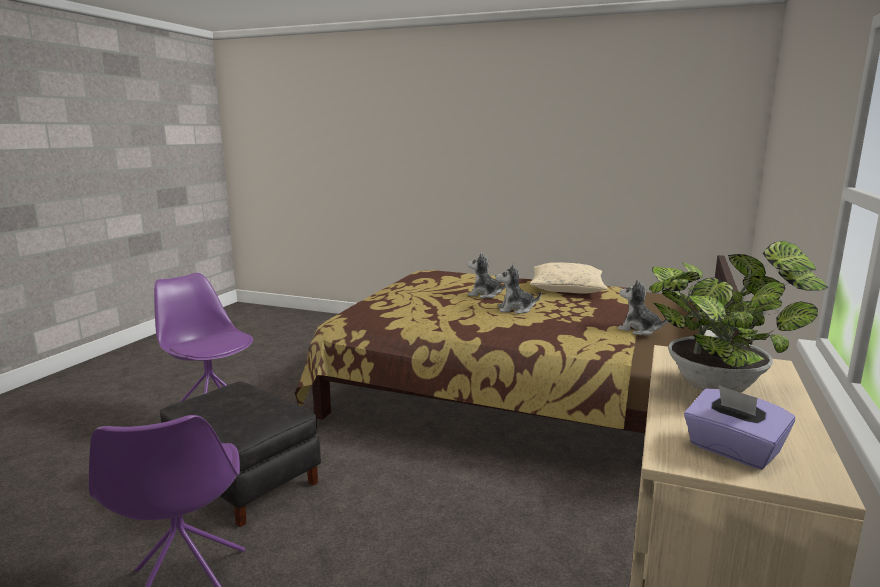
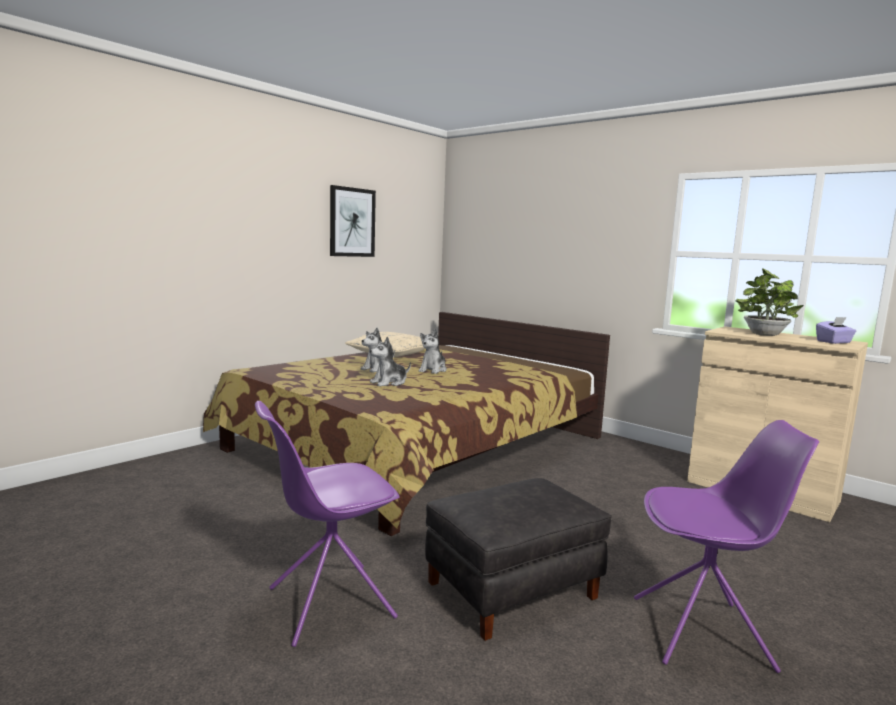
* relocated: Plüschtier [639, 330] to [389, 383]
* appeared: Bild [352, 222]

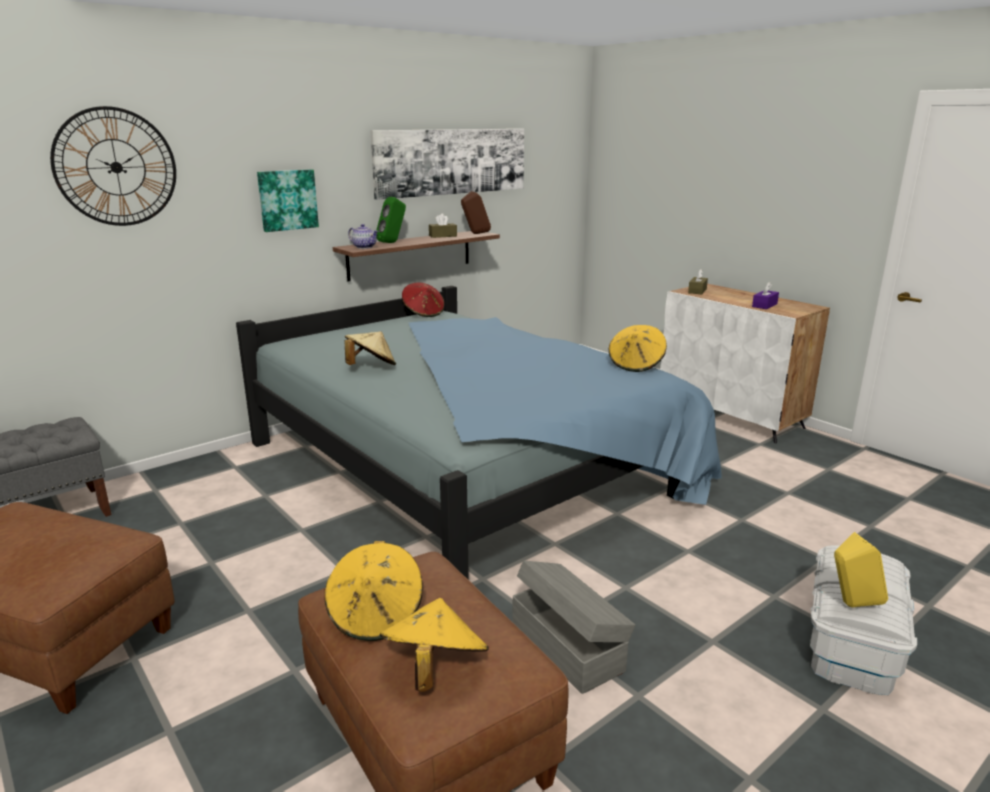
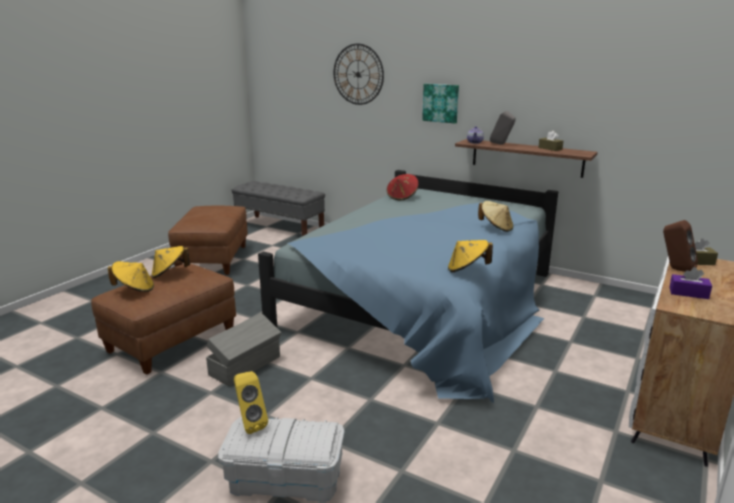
* relocated: Hut (beige) [371, 367] to [496, 228]
* missing: Bild [452, 161]
* colour: Lautsprecher (grün) [392, 242] to Lautsprecher (grau) [501, 144]
* relocated: Hut (rot) [423, 313] to [402, 197]
* relocated: Lautsprecher (braun) [475, 234] to [675, 269]

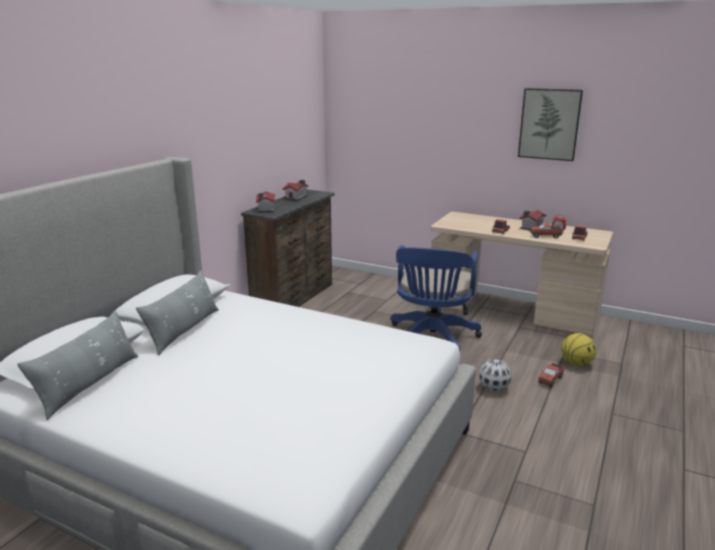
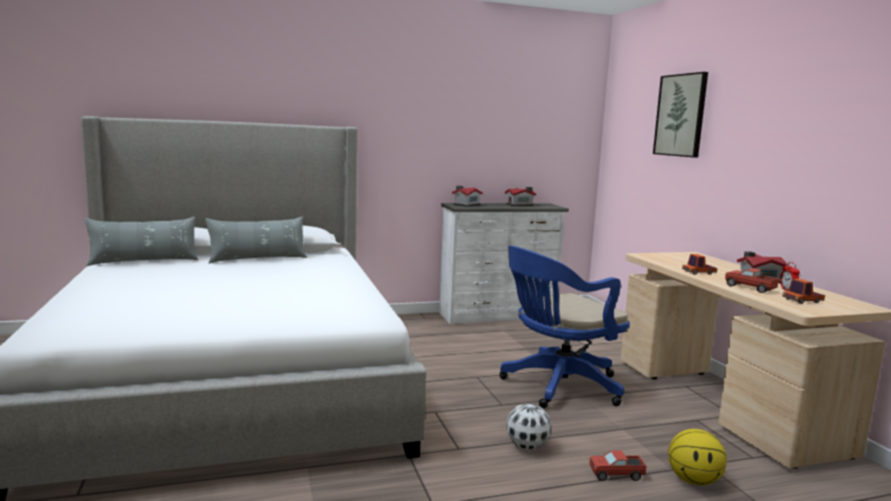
* colour: Kommode (braun) [295, 298] to Kommode (weiß) [499, 315]
* relocated: Bild [549, 124] to [681, 115]

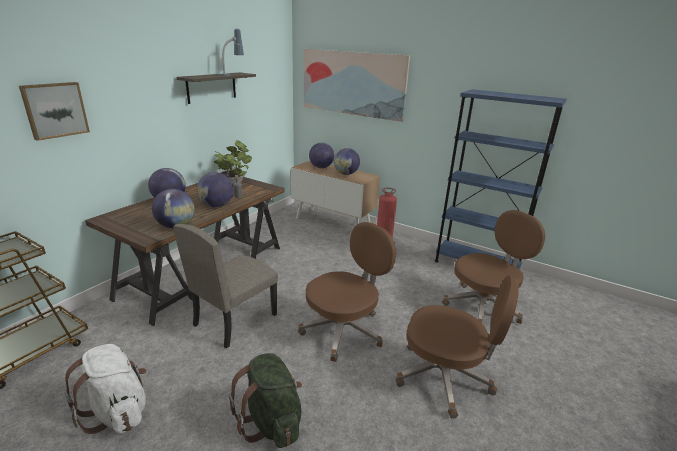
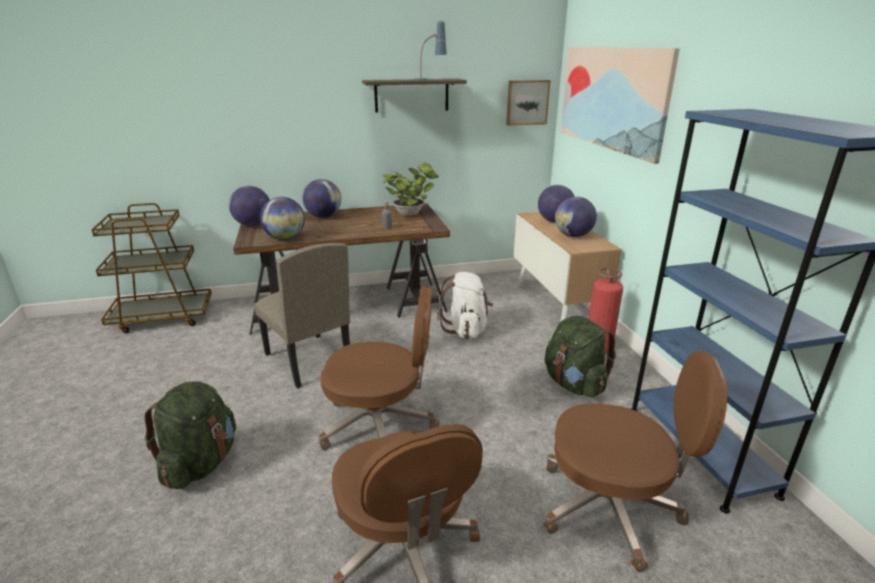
* relocated: Bild [55, 110] to [527, 102]
* relocated: Rucksack (weiß) [118, 411] to [466, 329]
* spun: Stuhl (beige) [235, 319] = [307, 360] 120 degrees counterclockwise
* relocated: Globus [217, 205] to [253, 225]
* appeared: Rucksack (grün) [574, 384]

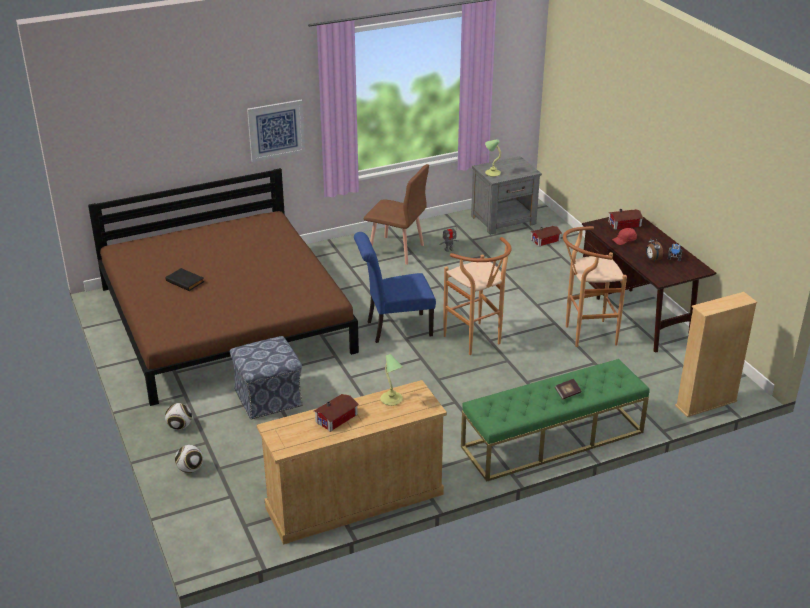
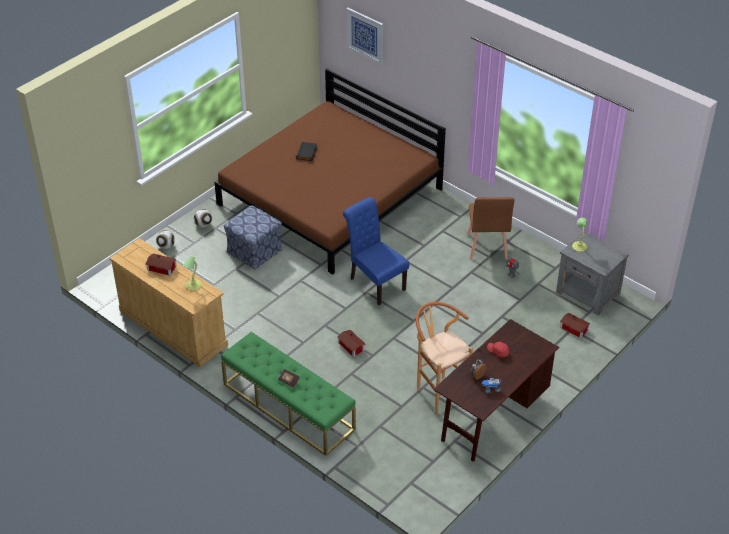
* relocated: Bild [276, 130] to [365, 35]
* missing: Hocker (braun) [476, 342]
* relocated: Spielzeughaus [625, 224] to [351, 347]
* missing: Bücherregal (beige) [706, 404]

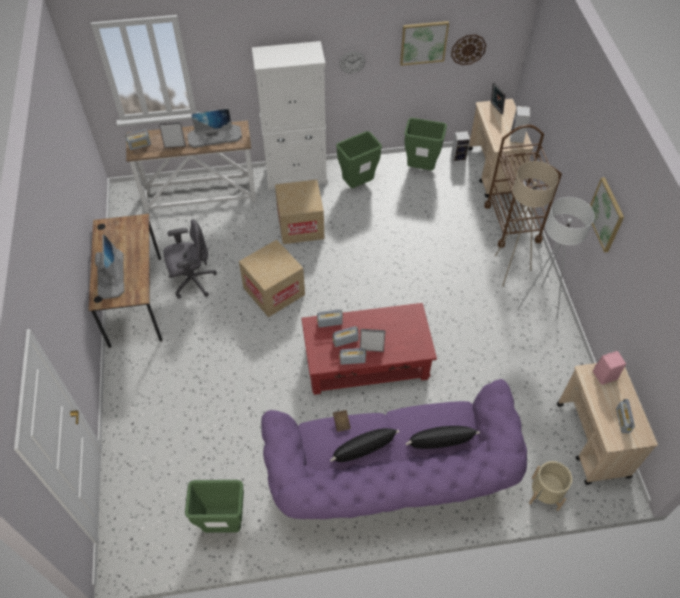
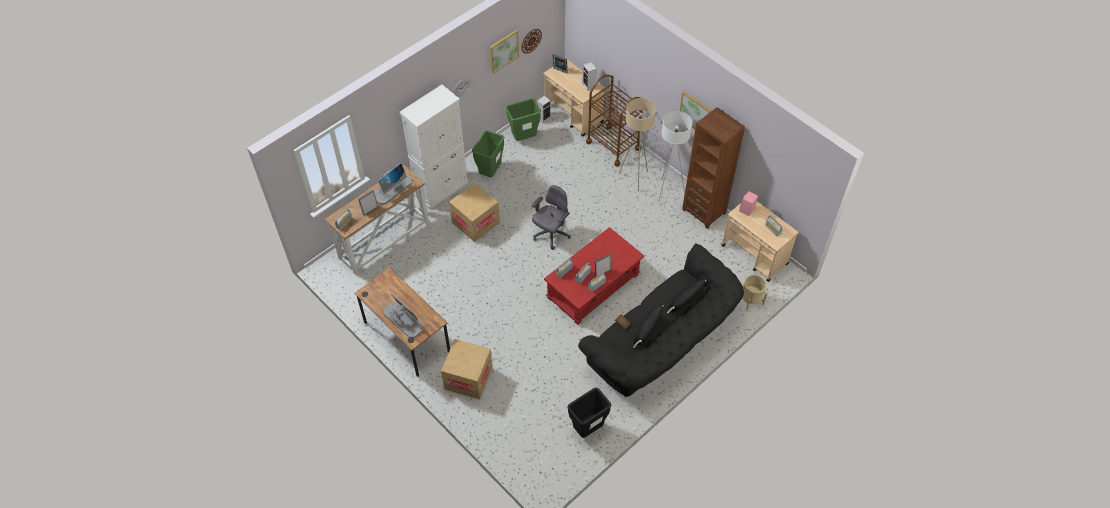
* relocated: Bürostuhl (grau) [192, 281] to [551, 234]
* colour: Mülleimer (grün) [223, 524] to Mülleimer (schwarz) [587, 429]
* relocated: Karton [274, 291] to [468, 378]
* colour: Sofa (lila) [391, 479] to Sofa (schwarz) [662, 344]
* appeared: Bücherregal (braun) [704, 211]

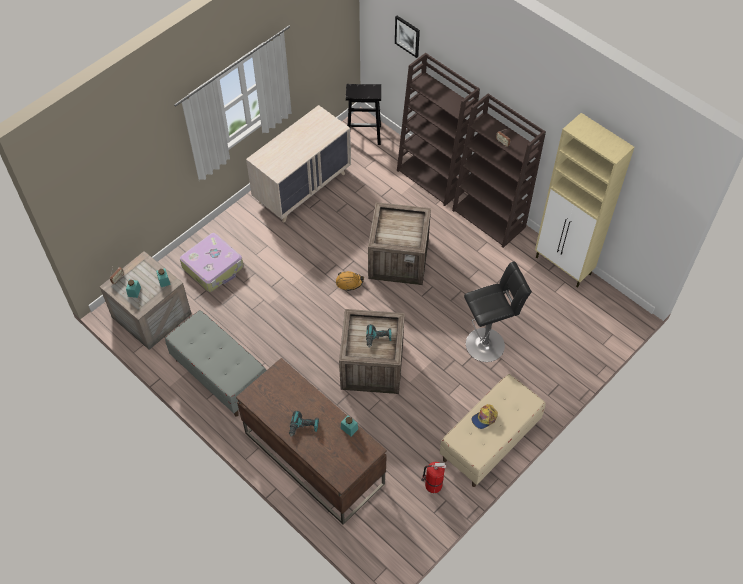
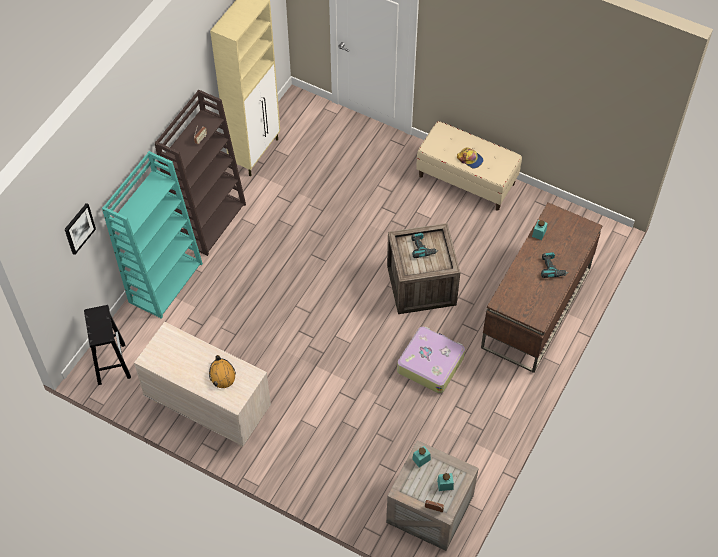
* missing: Bank (grau) [220, 375]
* relocated: Koffer [213, 267] to [430, 363]
* relocated: Schutzhelm (orange) [349, 282] to [222, 375]
* missing: Kiste [399, 259]
* colour: Bücherregal (braun) [433, 178] to Bücherregal (türkis) [165, 281]
* missing: Feuerlöscher [432, 485]
* missing: Hocker (schwarz) [488, 343]

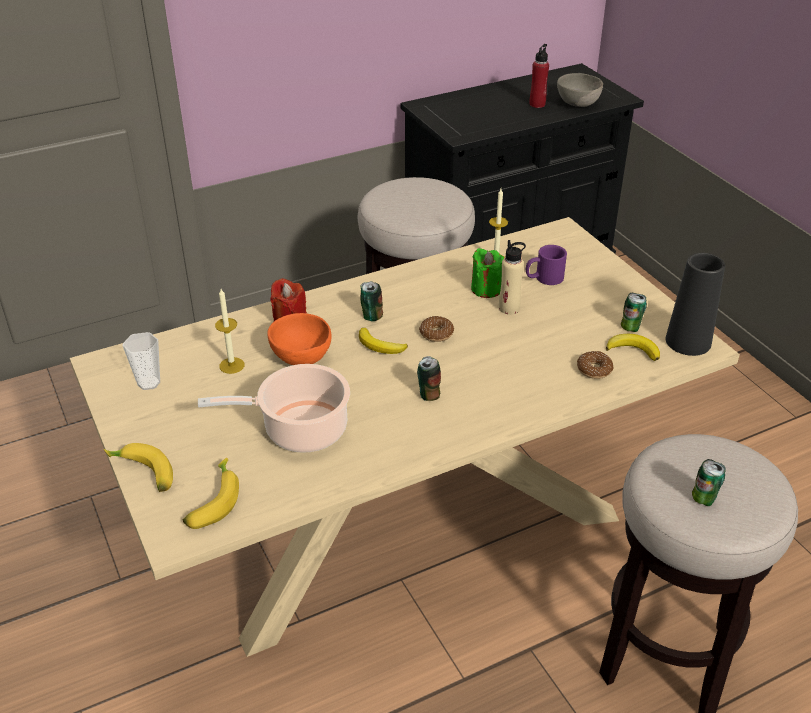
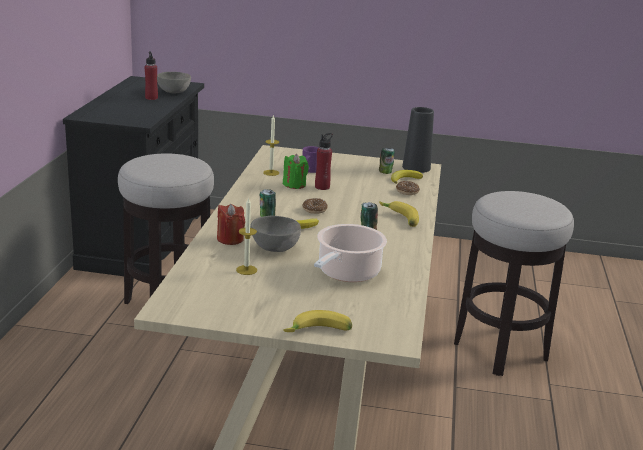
* missing: Tasse [149, 383]
* relocated: Banane [212, 502] to [399, 219]
* colour: Schüssel (orange) [301, 358] to Schüssel (grau) [275, 249]
* colour: Flasche (beige) [509, 308] to Flasche (rot) [322, 187]
* missing: Dose [703, 499]

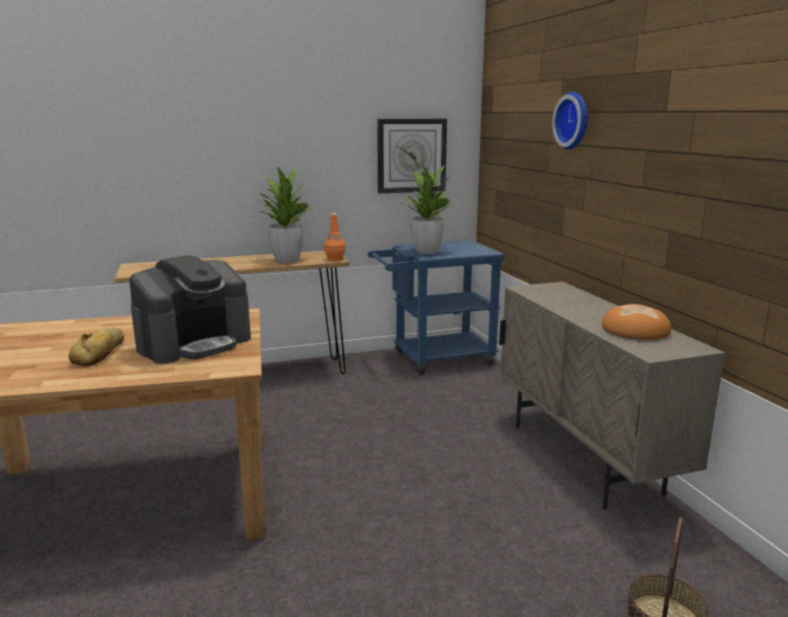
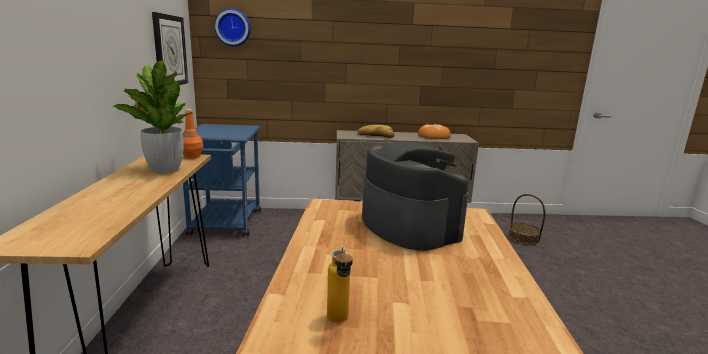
* relocated: Brot [101, 353] to [376, 136]
* missing: Topfpflanze [427, 252]
* relocated: Wanduhr [574, 121] to [233, 27]
* appeared: Flasche [339, 322]

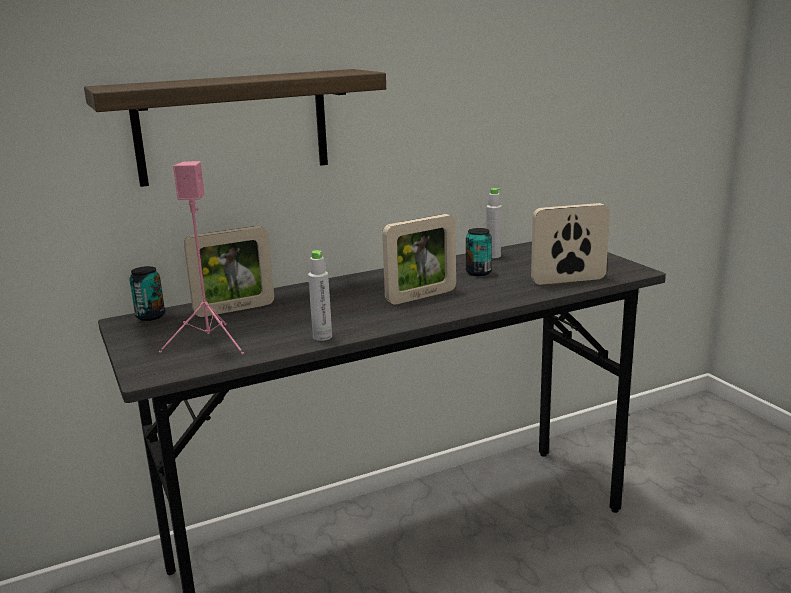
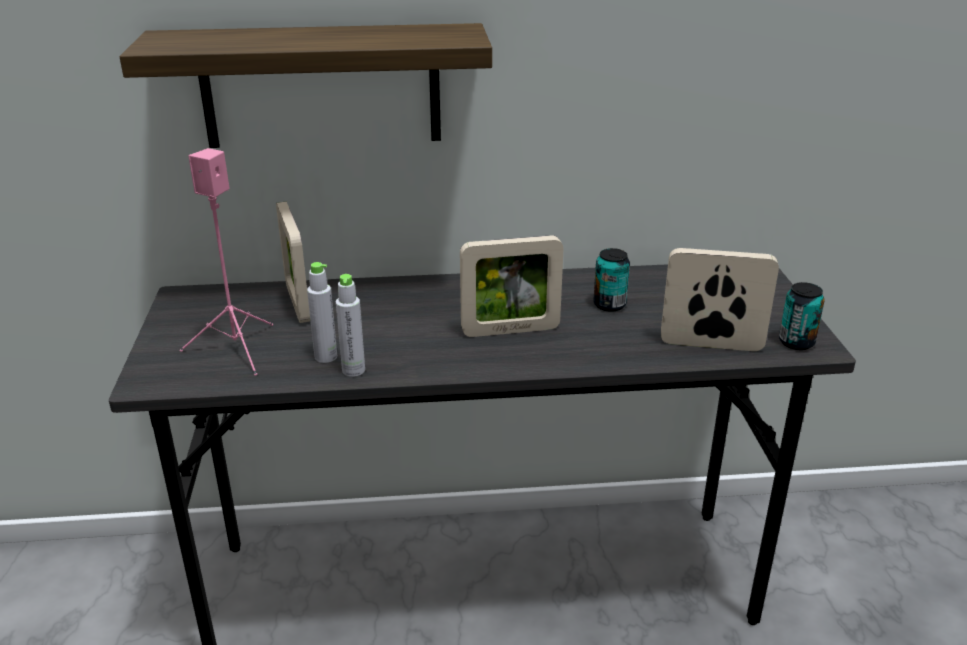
* relocated: Dose [150, 316] to [796, 342]
* spun: Bilderrahmen [234, 309] = [297, 303] 75 degrees clockwise
* relocated: Flasche (grau) [493, 256] to [326, 357]

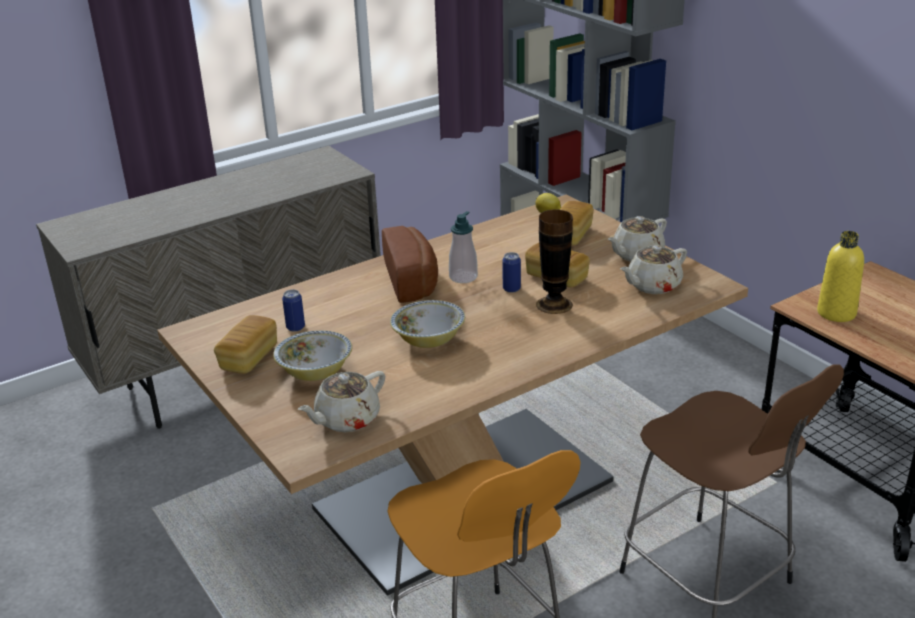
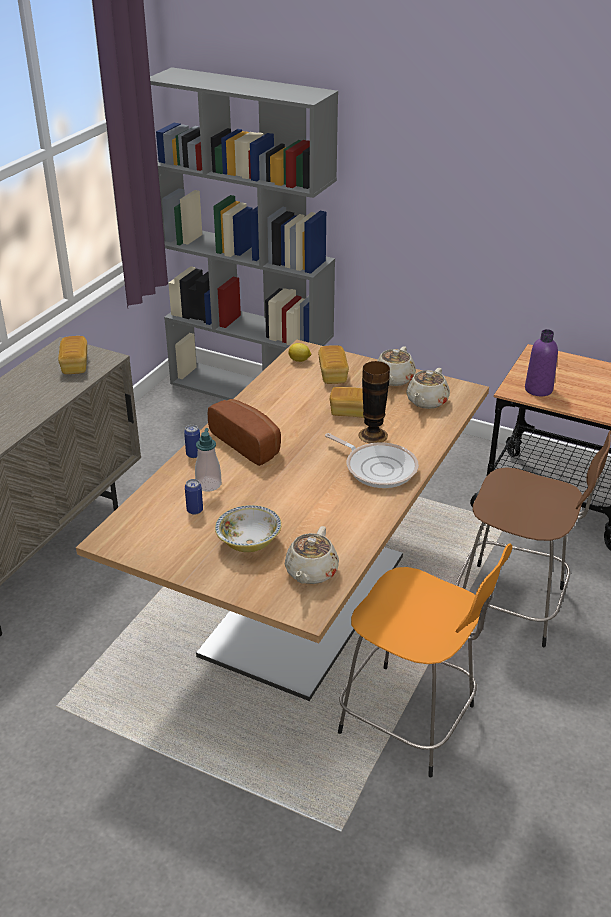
* relocated: Brot [249, 358] to [75, 365]
* missing: Schüssel [428, 340]
* relocated: Seifenspender [463, 277] to [208, 484]
* relocated: Dose [511, 289] to [193, 454]
* colour: Flasche (gelb) [836, 313] to Flasche (lila) [538, 389]
* appeared: Pfanne [378, 468]

